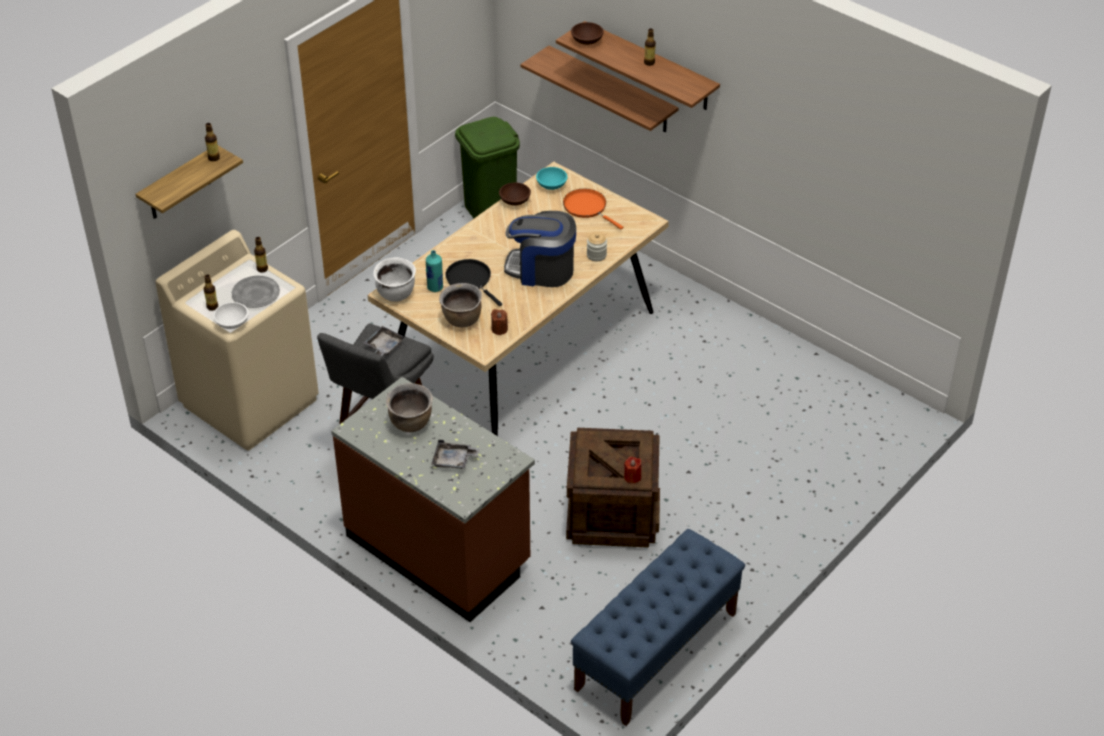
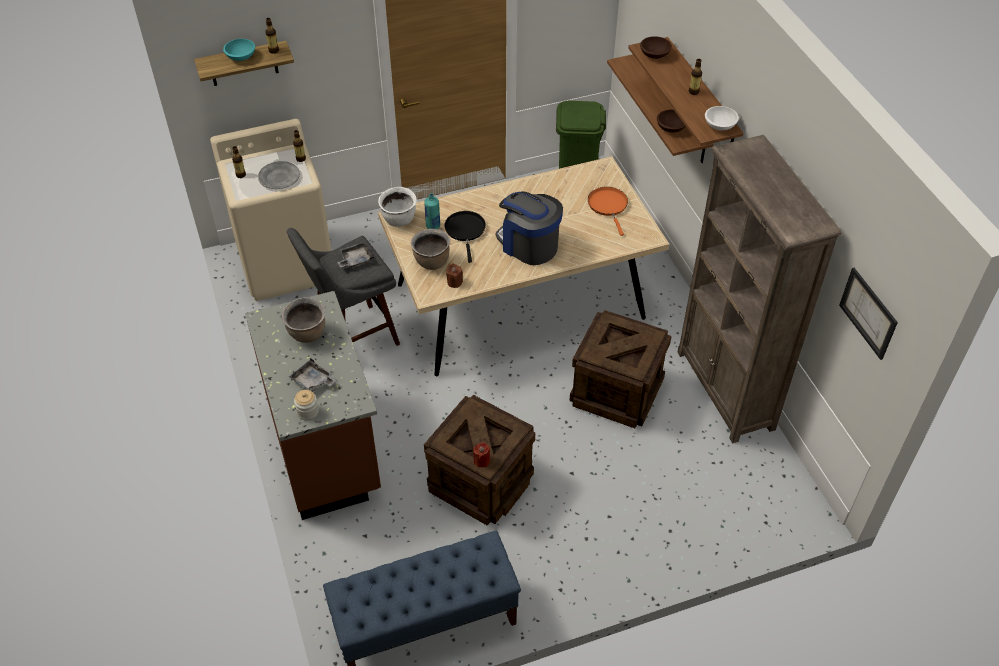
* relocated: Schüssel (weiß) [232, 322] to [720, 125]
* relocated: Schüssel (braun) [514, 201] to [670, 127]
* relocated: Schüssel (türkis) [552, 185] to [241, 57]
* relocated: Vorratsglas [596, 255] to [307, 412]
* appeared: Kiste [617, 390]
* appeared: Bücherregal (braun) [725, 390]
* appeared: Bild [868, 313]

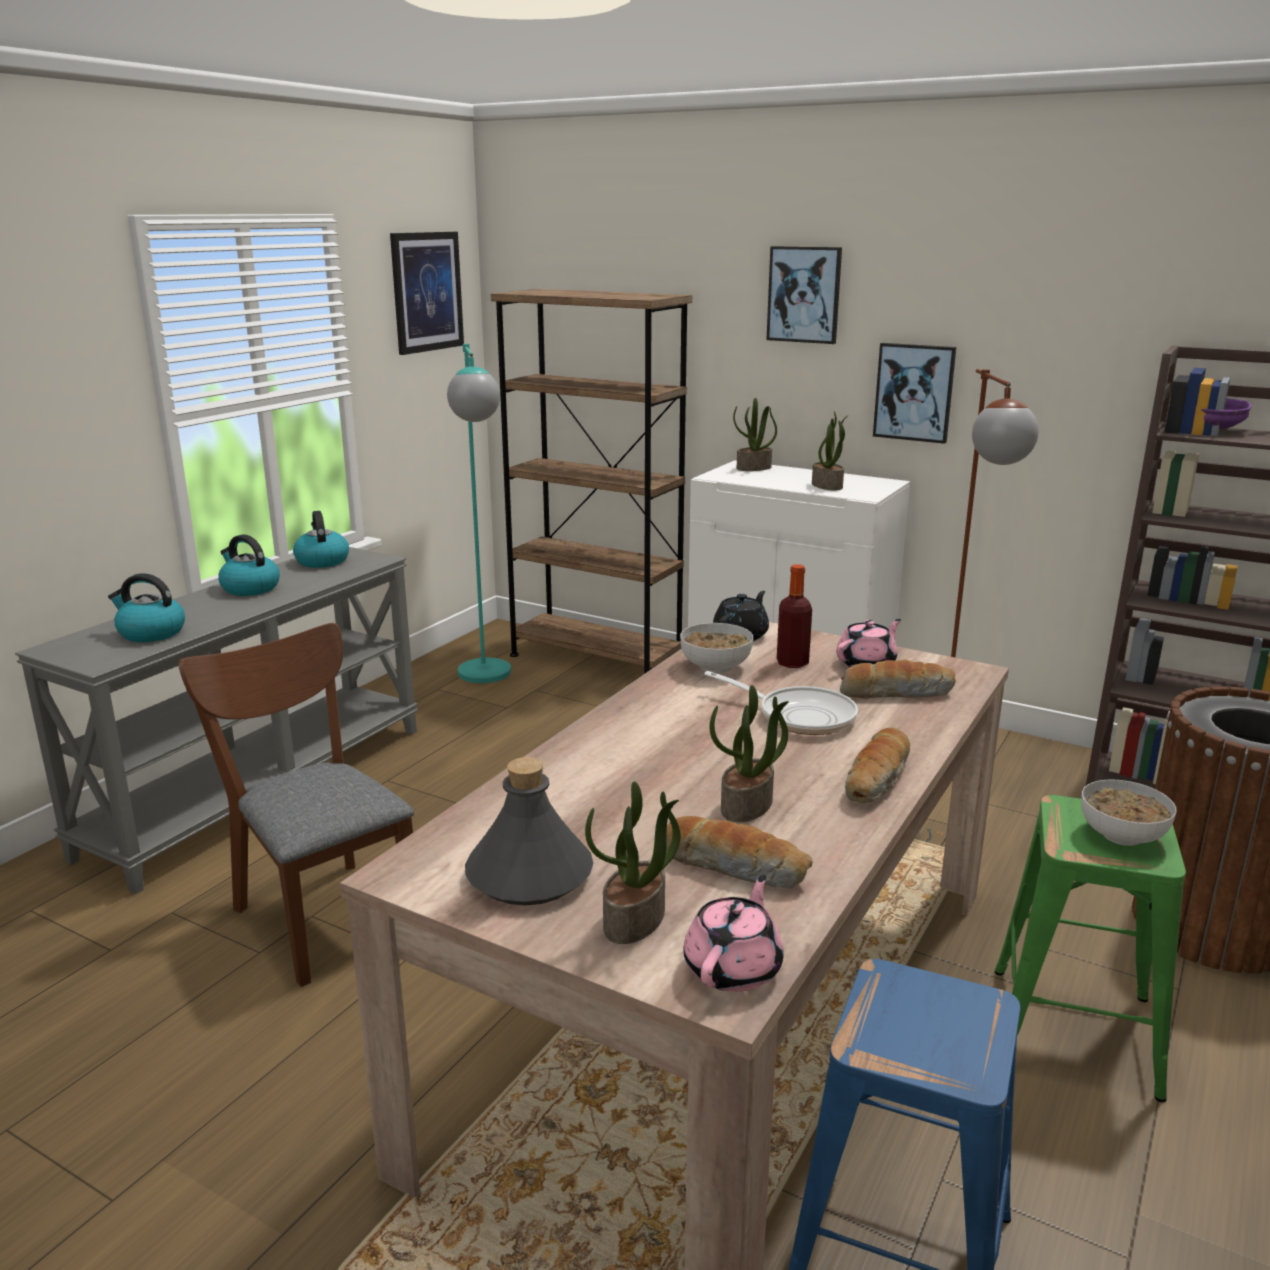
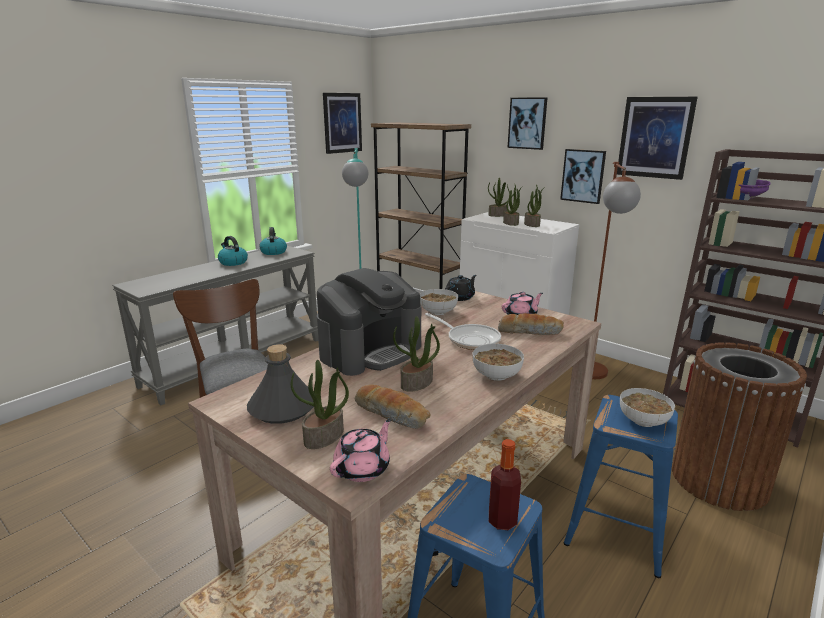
* missing: Wasserkessel [150, 633]
* relocated: Flasche [792, 663] to [502, 521]
* exchanged: Brot [878, 780] to Schüssel [496, 376]
* colour: Hocker (grün) [1076, 1031] to Hocker (blau) [617, 530]
* appeared: Kaffeemaschine [371, 351]
* appeared: Topfpflanze [511, 223]
* appeared: Bild [655, 137]

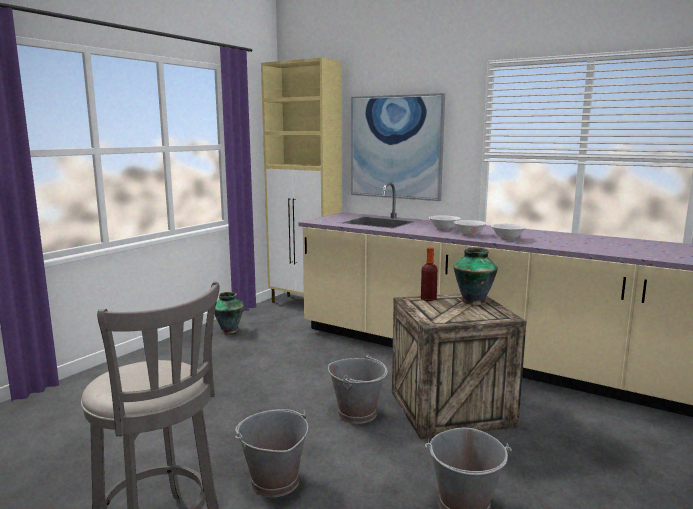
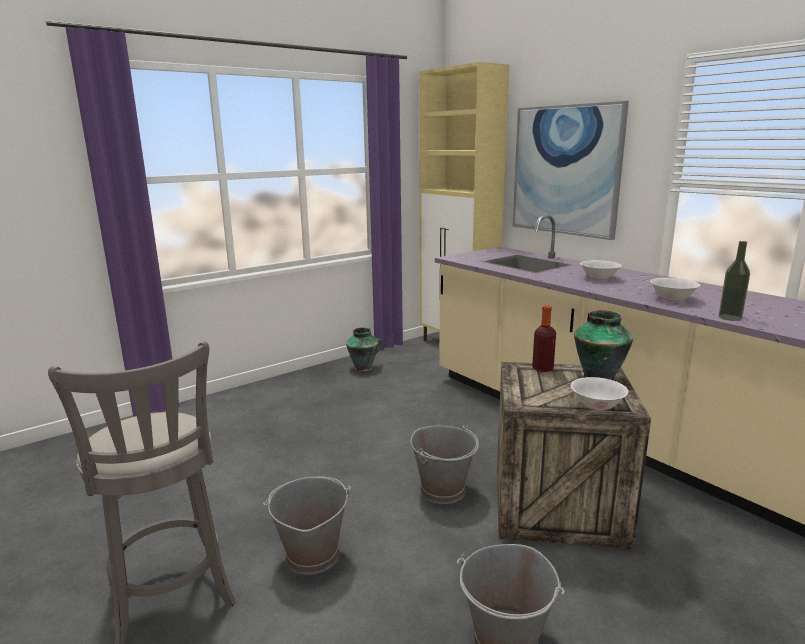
* relocated: Schüssel (weiß) [469, 234] to [597, 406]
* appeared: Flasche [730, 317]

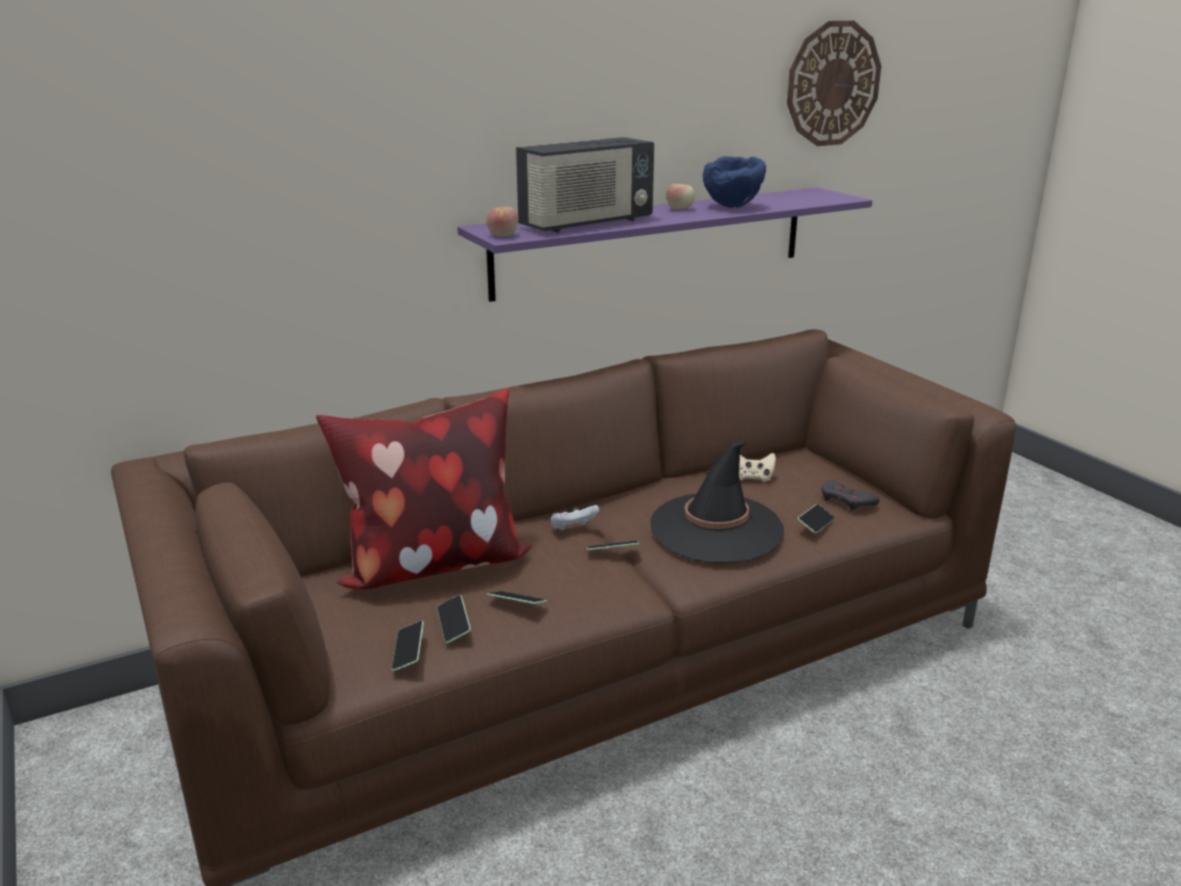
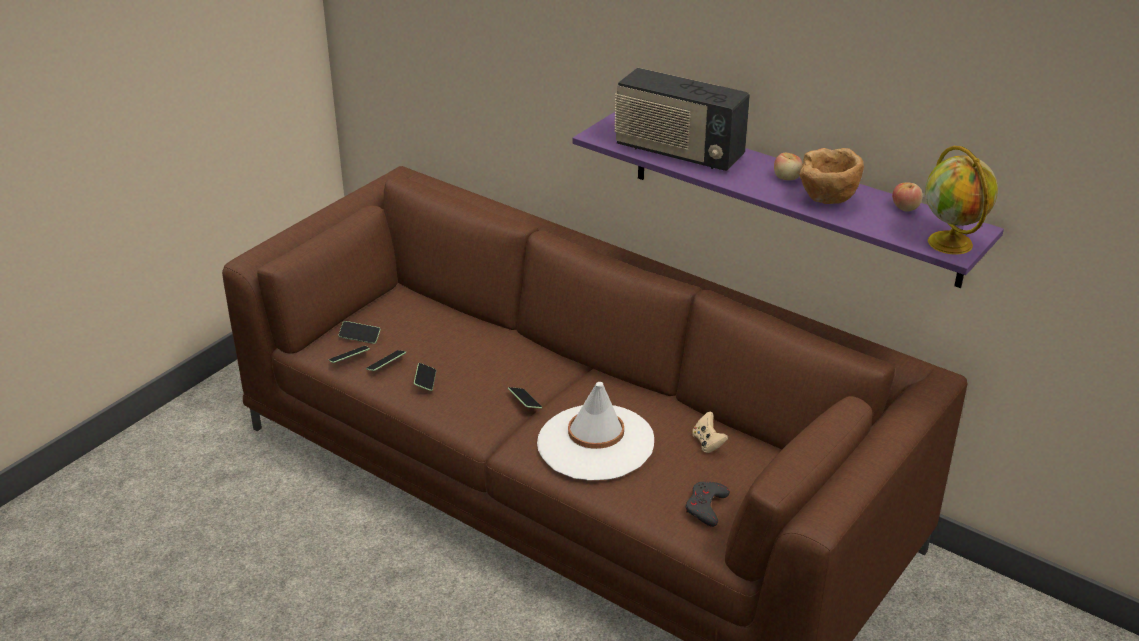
* missing: Kissen [432, 564]
* relocated: Apfel [502, 235] to [905, 208]
* missing: Gamepad (weiß) [573, 529]
* colour: Hut (schwarz) [716, 528] to Hut (weiß) [595, 443]
* colour: Schüssel (blau) [732, 207] to Schüssel (braun) [827, 200]
* missing: Wanduhr [833, 84]
* relocated: Handy [815, 525] to [360, 337]
* appeared: Globus [951, 243]

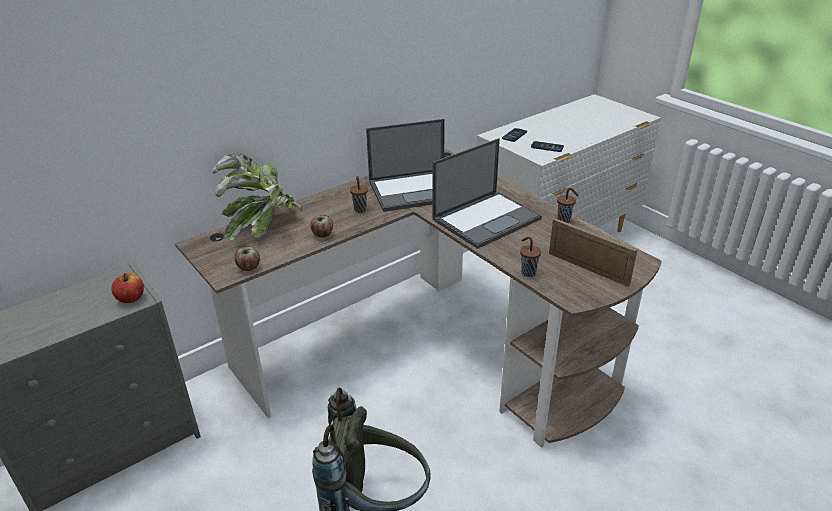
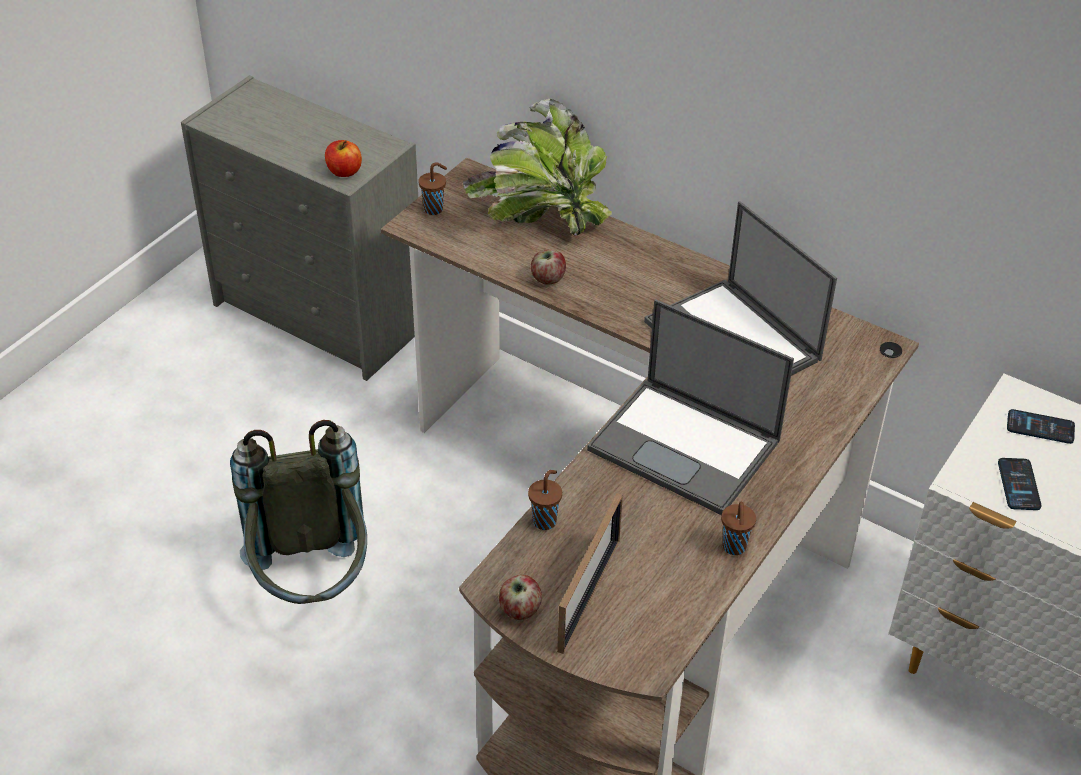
* relocated: Apfel [249, 268] to [519, 610]
* relocated: Tasse (braun) [360, 209] to [434, 209]

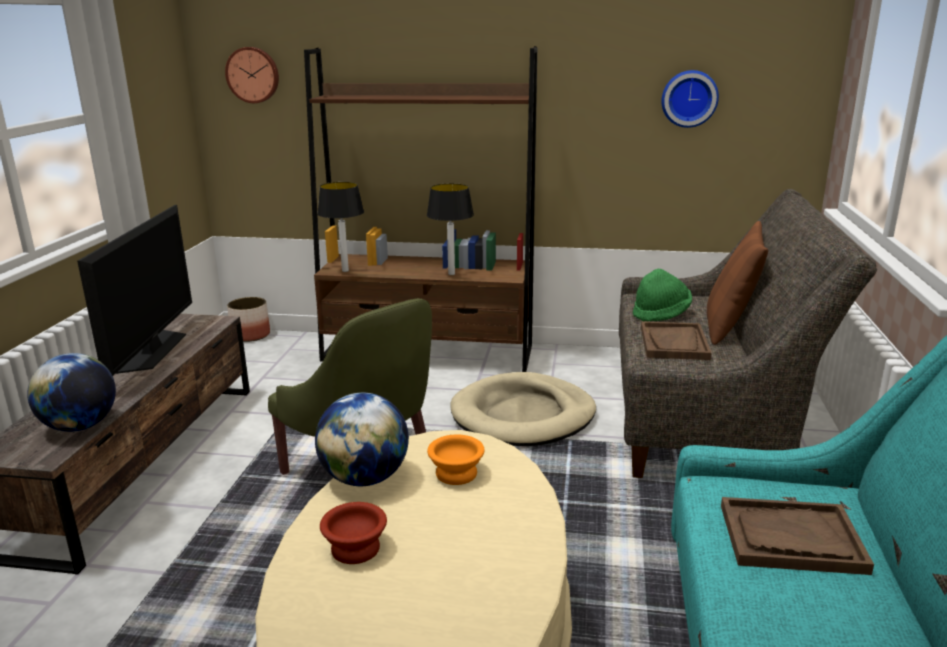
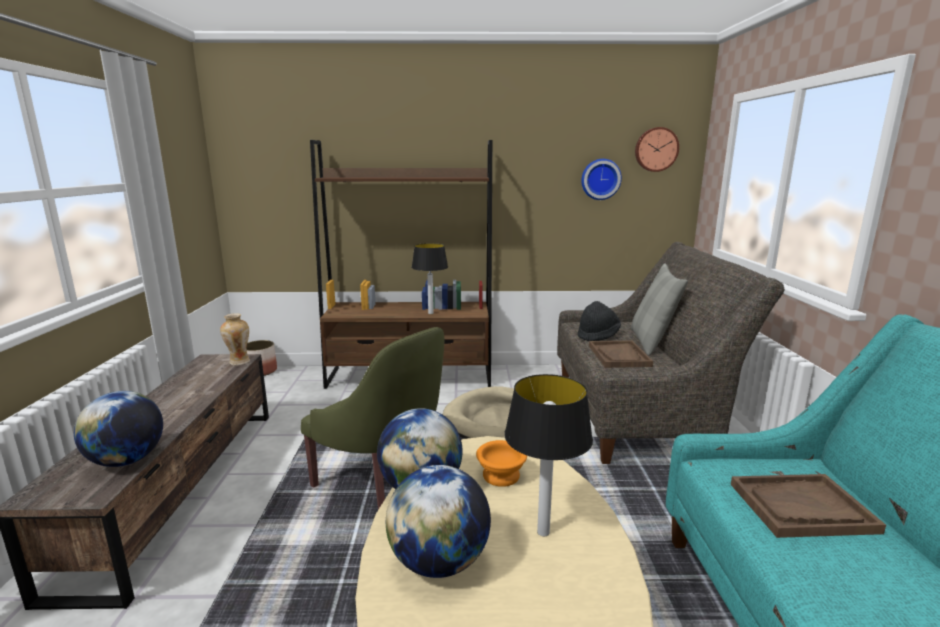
* missing: Fernseher [152, 351]
* relocated: Wanduhr [253, 75] to [656, 149]
* relocated: Tischlampe [344, 270] to [542, 532]
* exchanged: Schüssel (braun) [356, 550] to Globus [439, 562]
* colour: Hut (grün) [661, 314] to Hut (schwarz) [598, 335]
* colour: Kissen (braun) [729, 327] to Kissen (grau) [651, 342]
* appeared: Vase [239, 362]

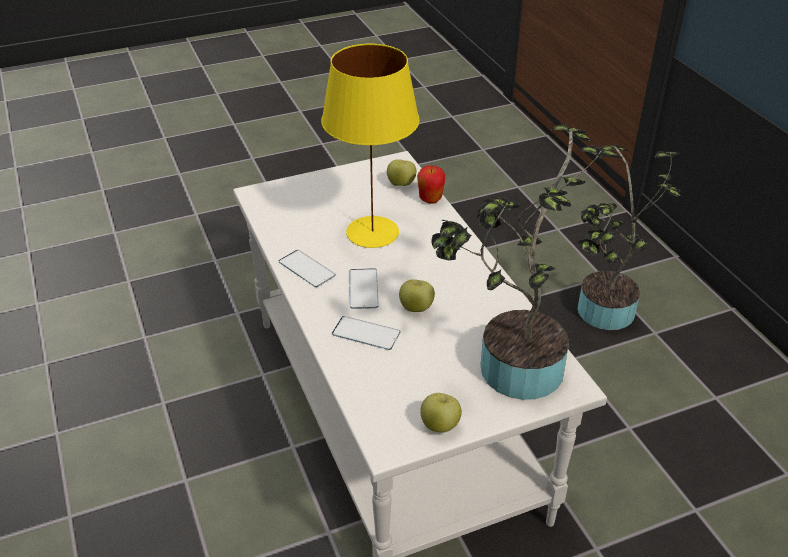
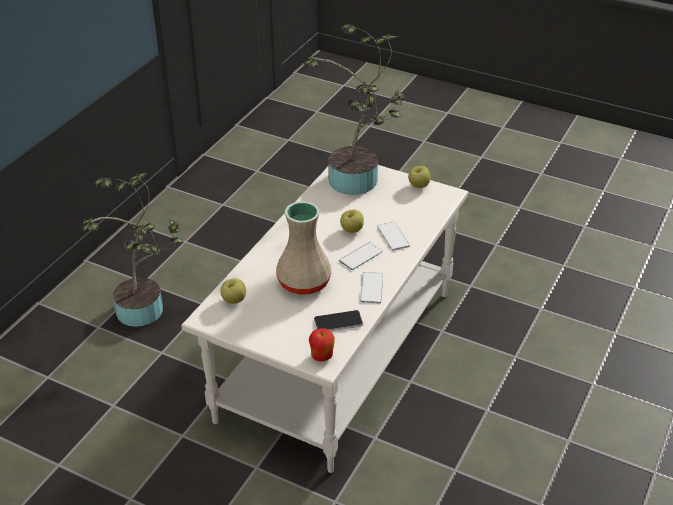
* exchanged: Tischlampe (gelb) [371, 231] to Vase (beige) [304, 283]
* relocated: Apfel [430, 199] to [321, 356]
* appeared: Handy [338, 322]

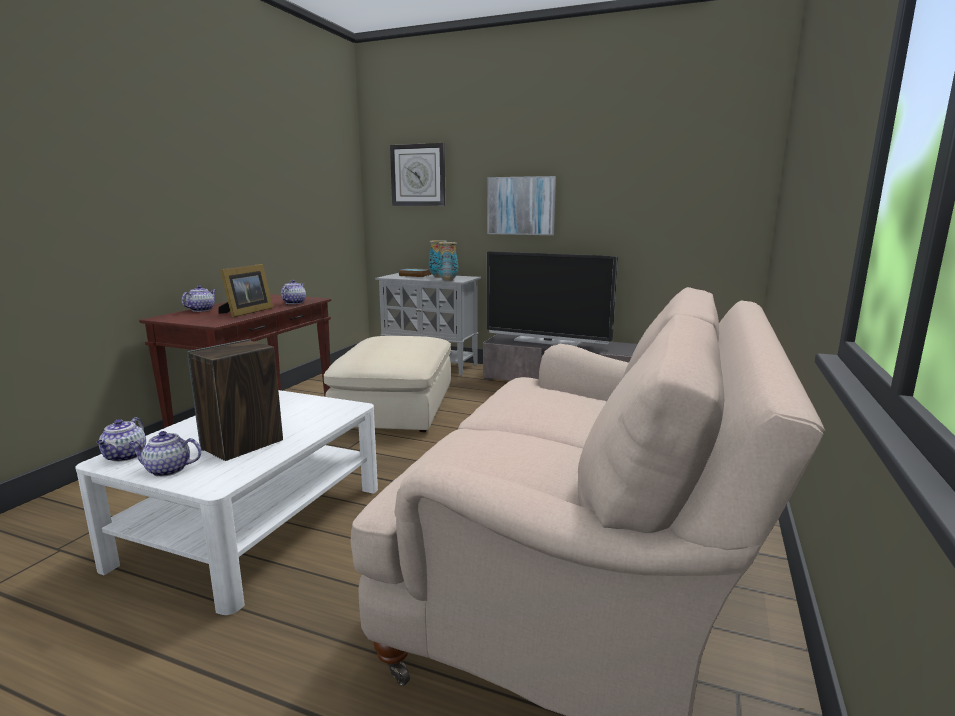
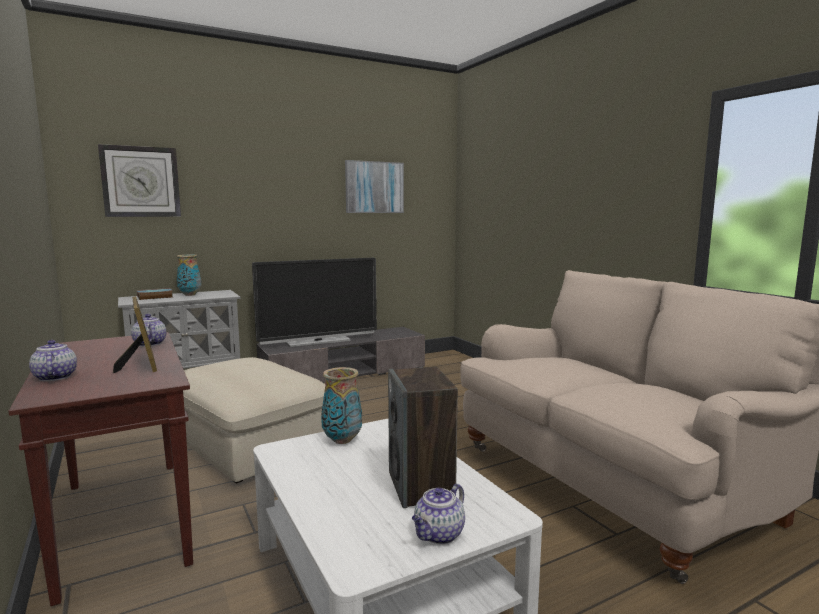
* missing: Teekanne [125, 456]
* relocated: Vase [448, 280] to [343, 440]
* relocated: Bild [521, 206] to [374, 187]

